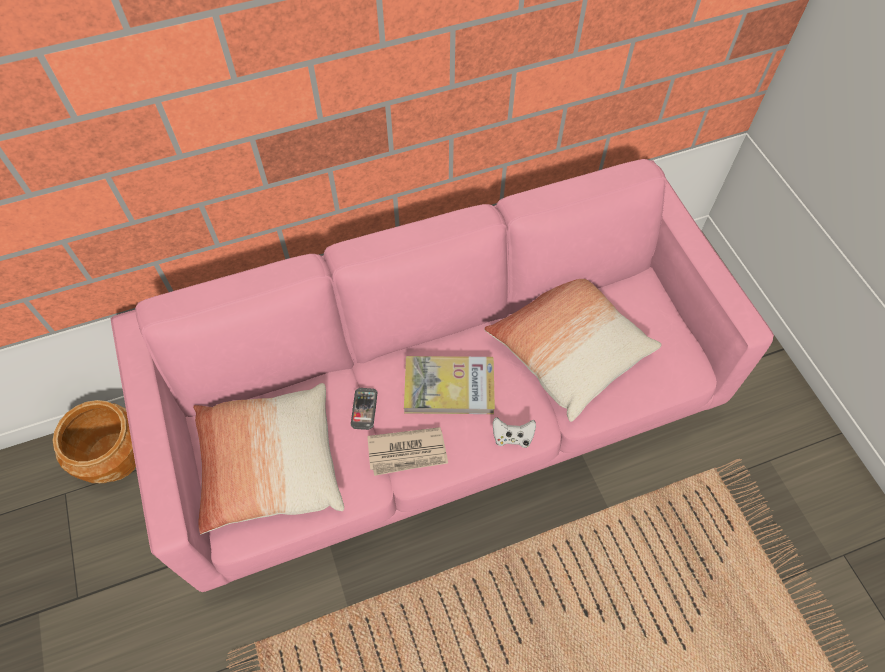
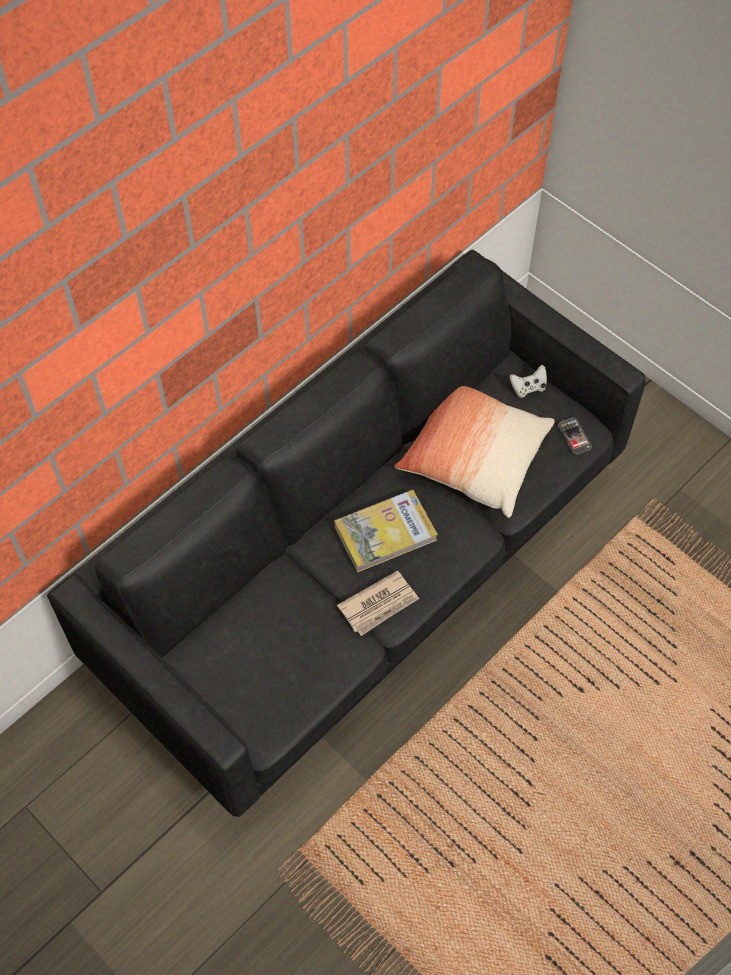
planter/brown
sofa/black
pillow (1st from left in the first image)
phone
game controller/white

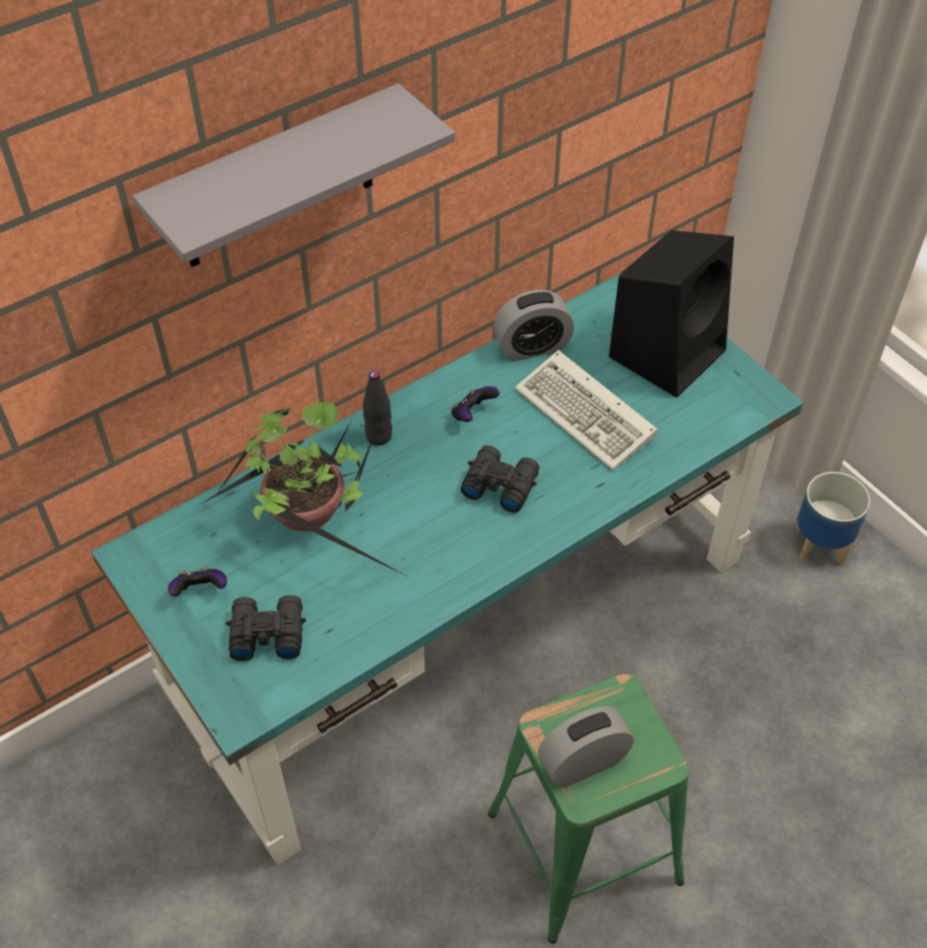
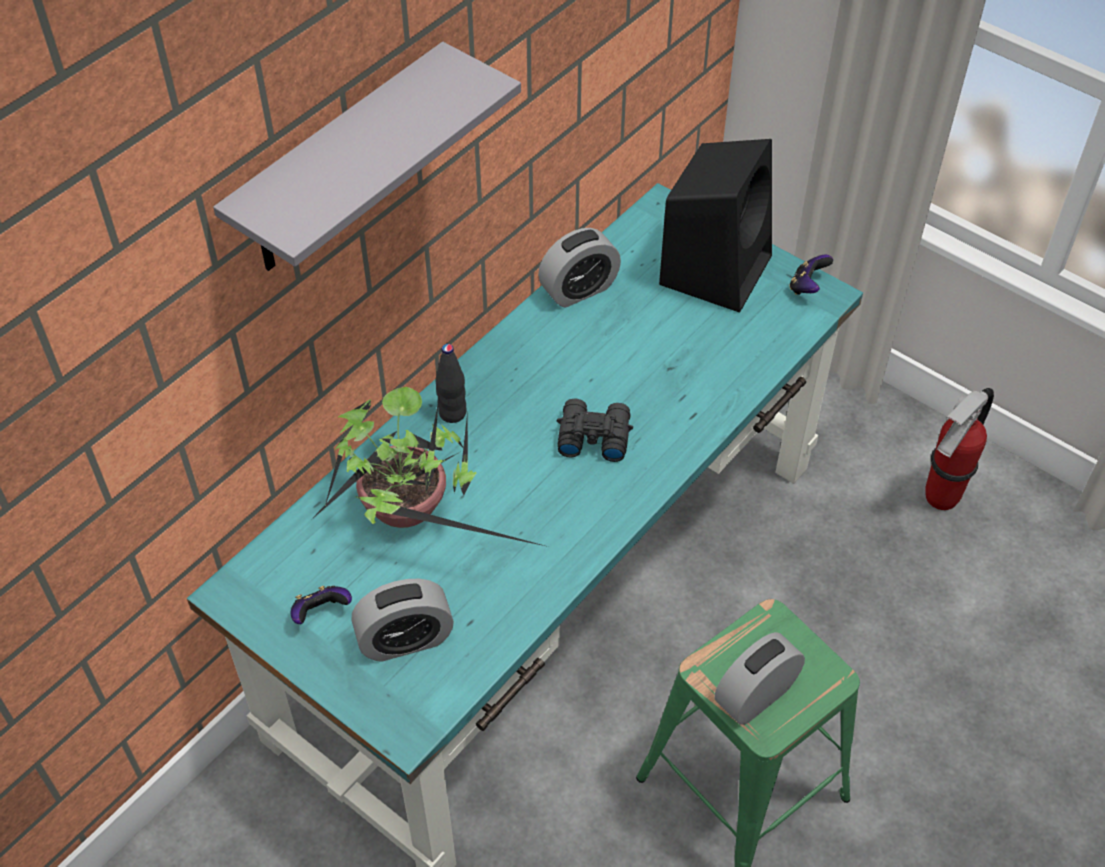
alarm clock (1st from left)
game controller (2nd from left)
keyboard
planter
fire extinguisher

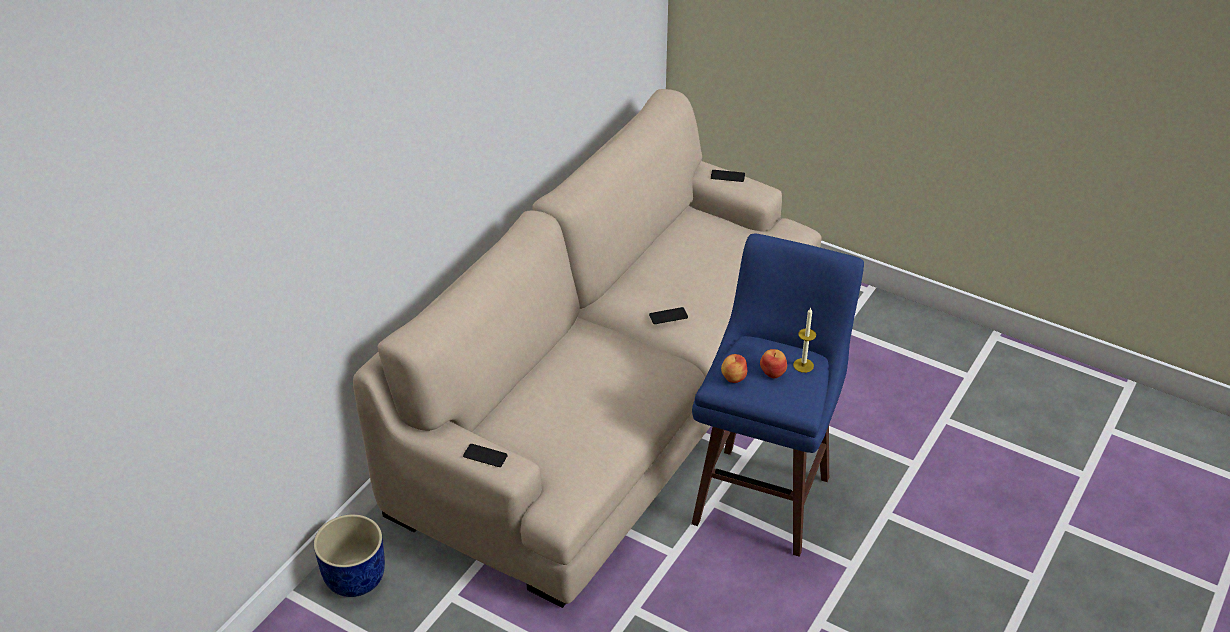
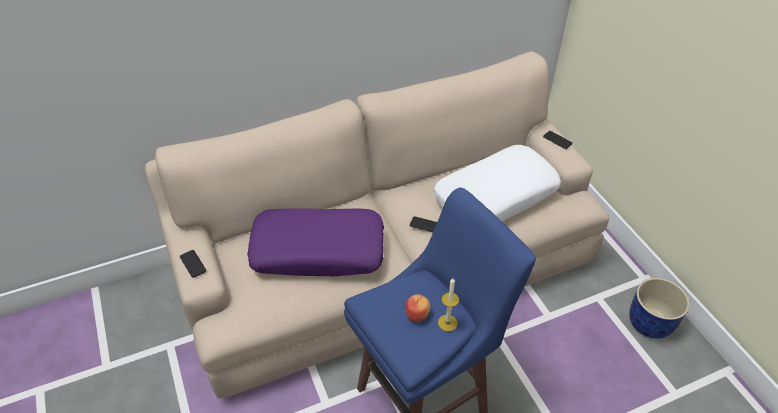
planter/blue
apple (1st from left in the first image)
pillow/purple
pillow/white

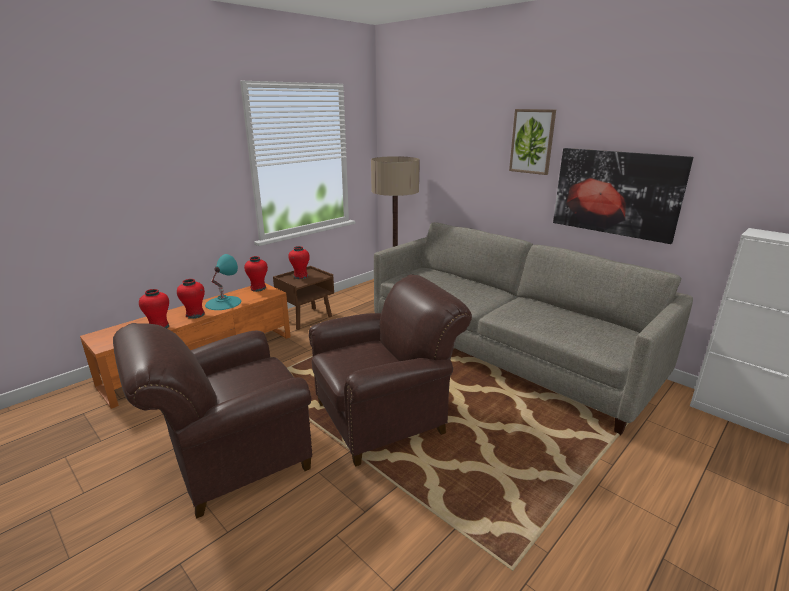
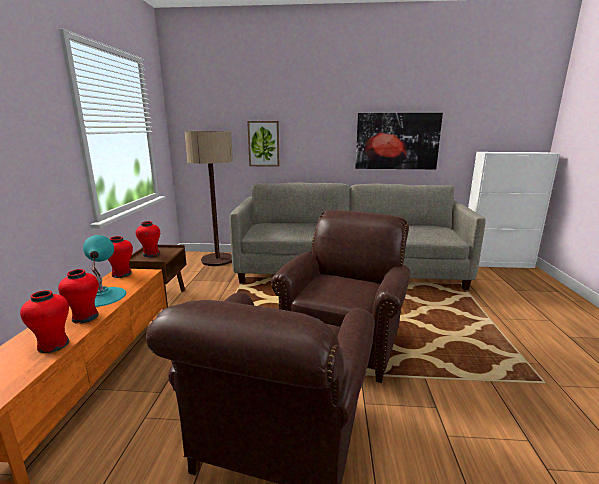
picture (1st from left)

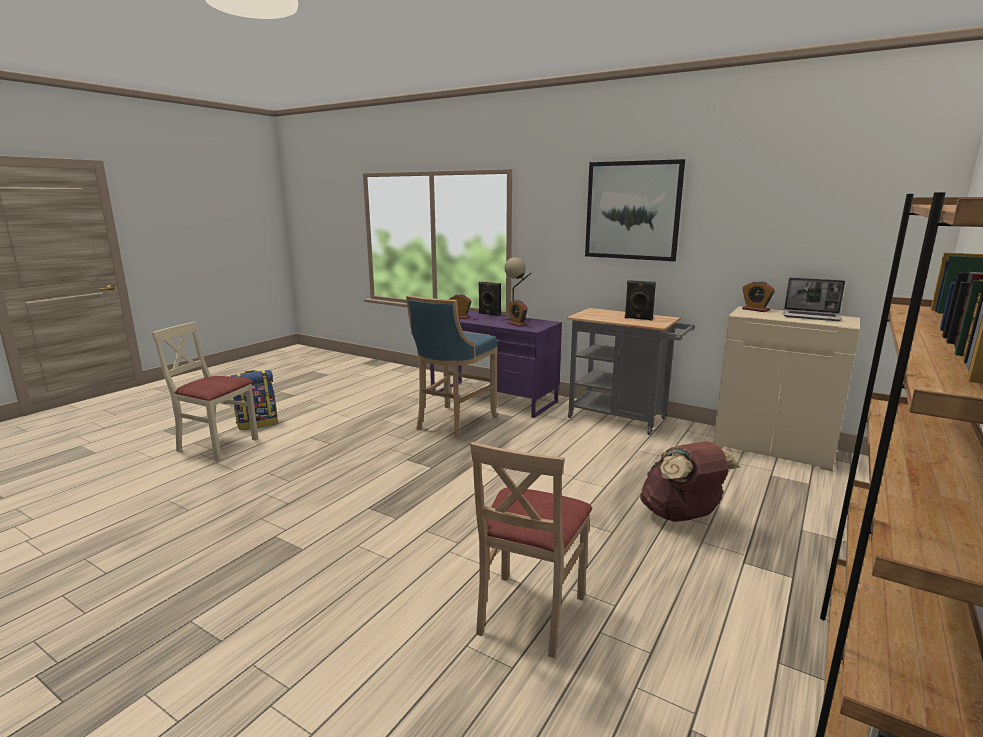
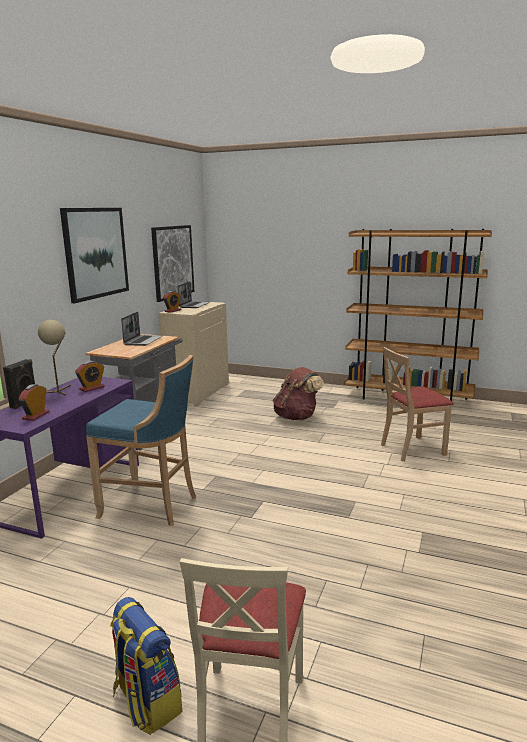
chair/beige (2nd from left)
laptop (1st from left)
picture (2nd from left)

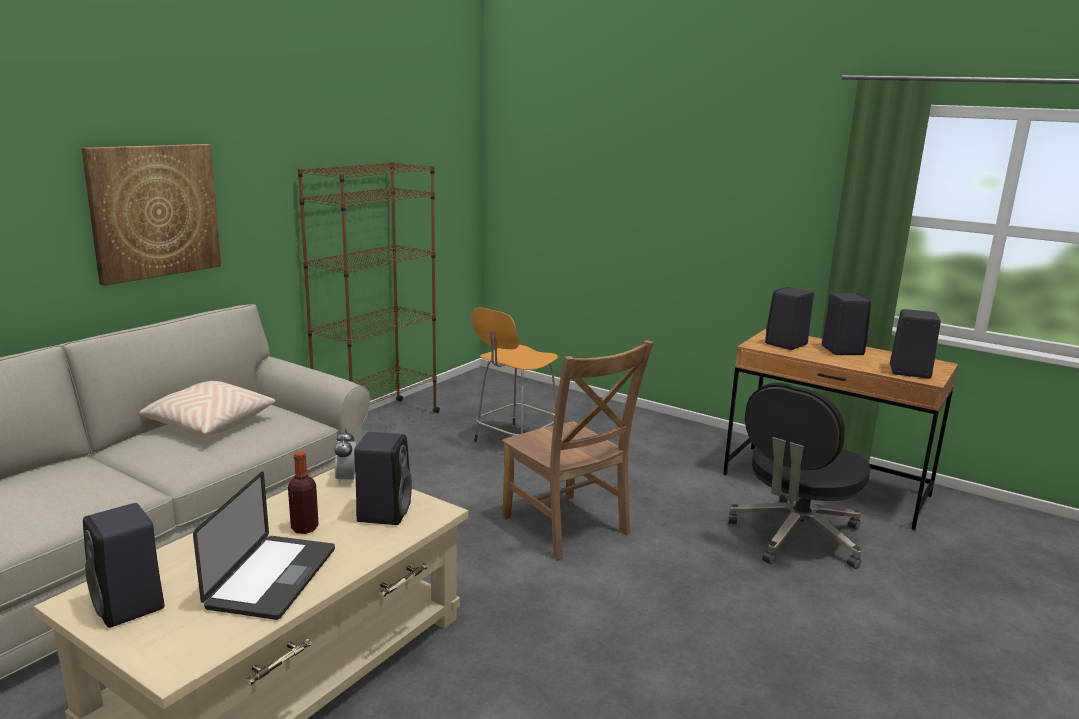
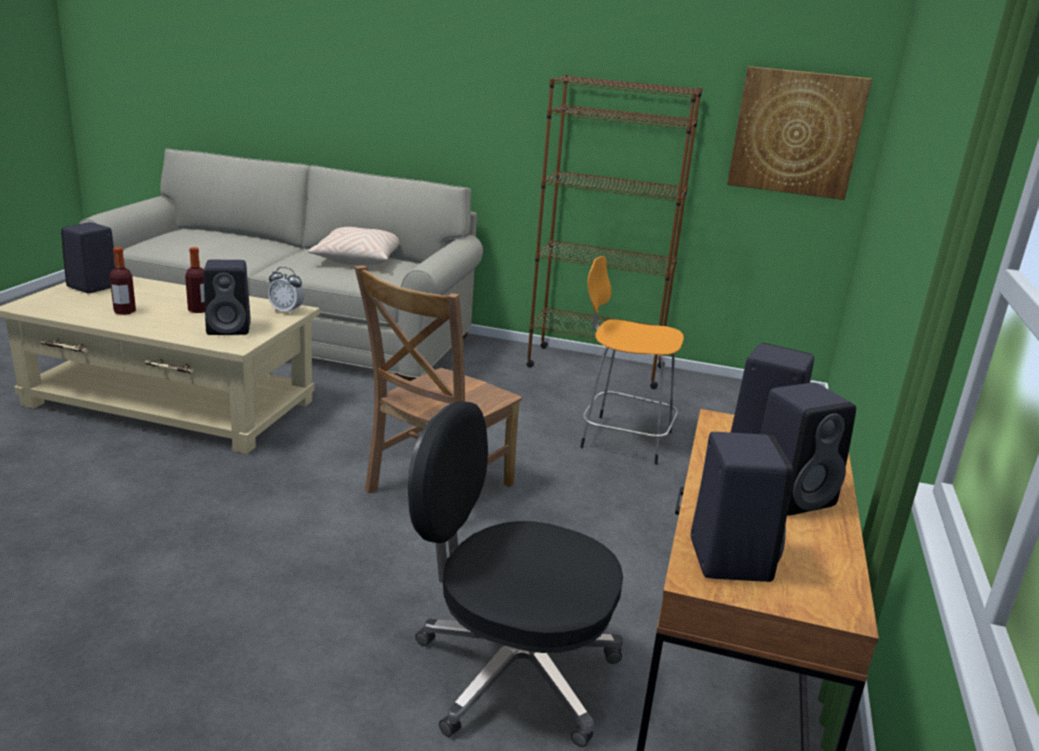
picture
bottle (1st from left)
alarm clock

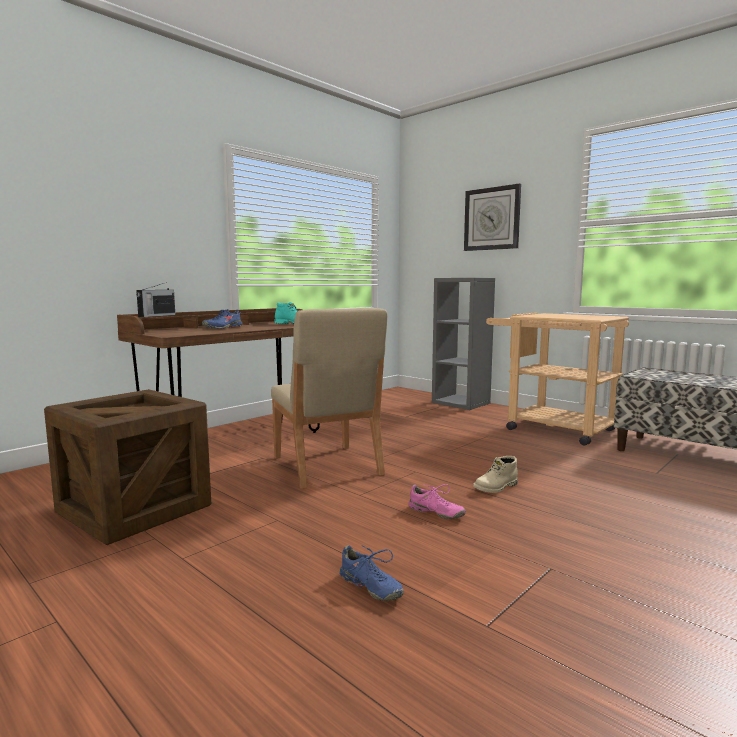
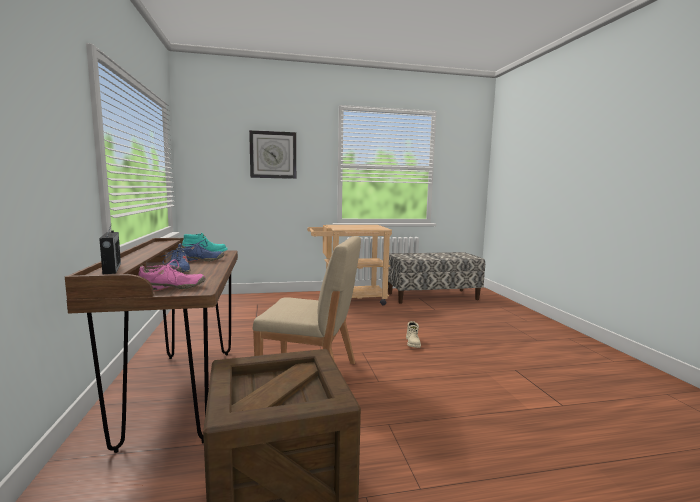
shoe/blue (2nd from left)
shoe/pink
bookcase/grey

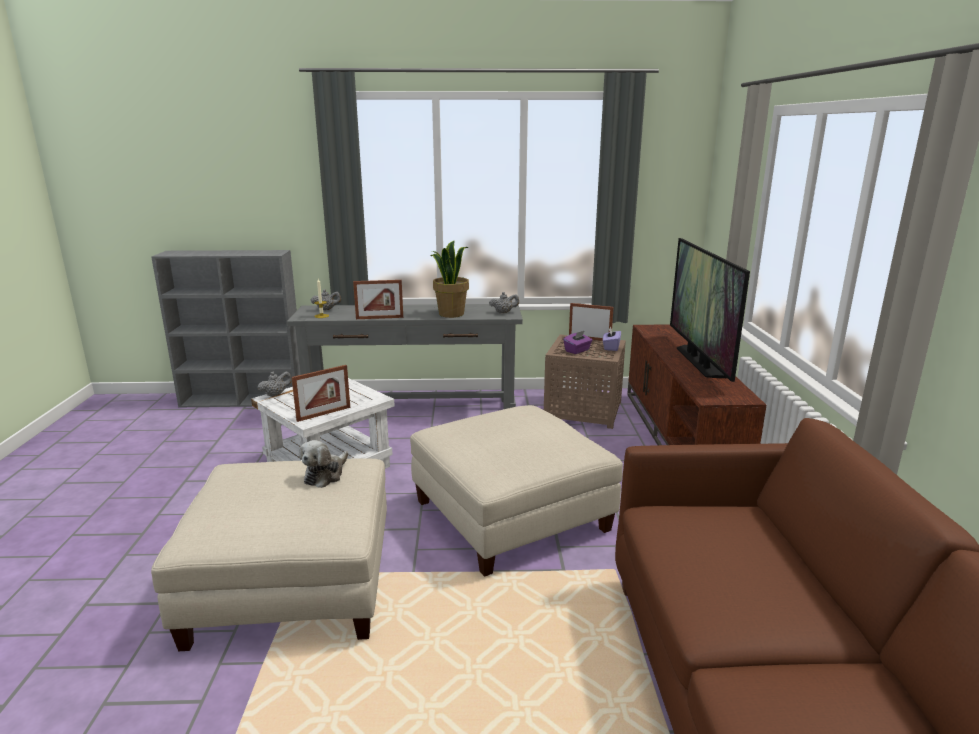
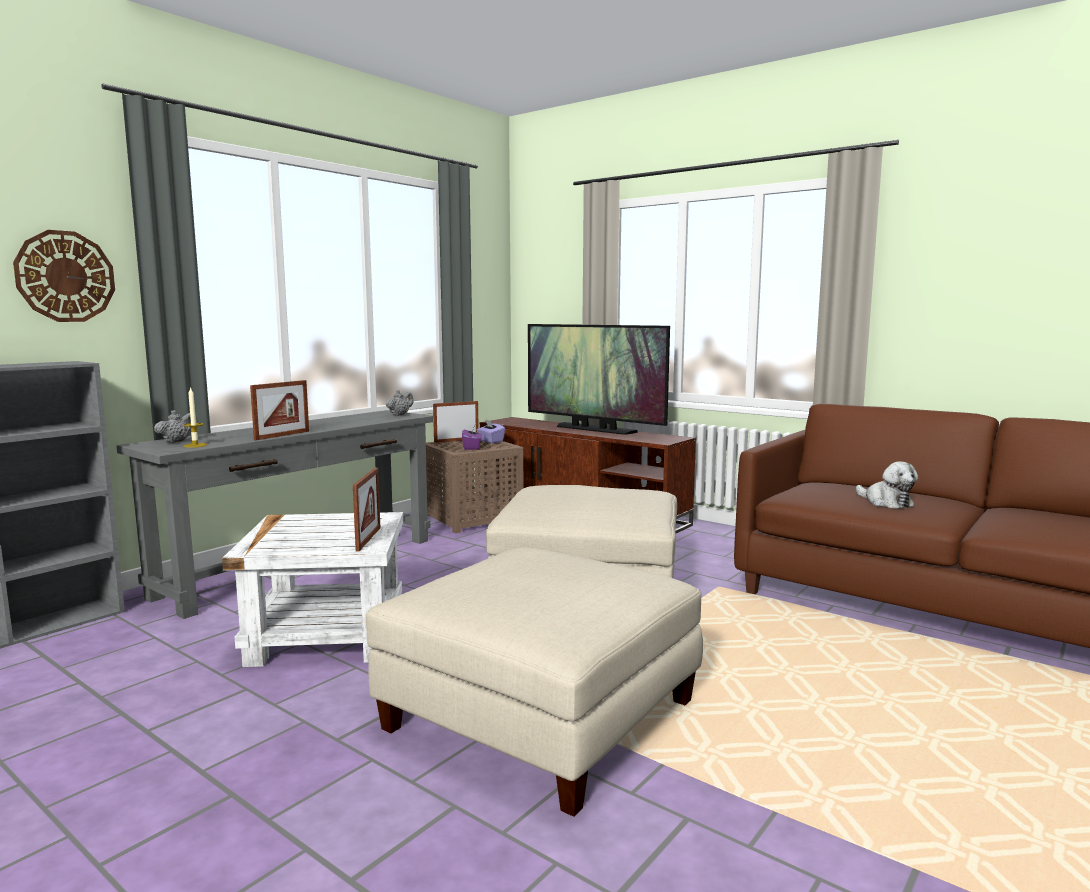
teapot/grey (1st from left in the first image)
plush toy
potted plant
wall clock

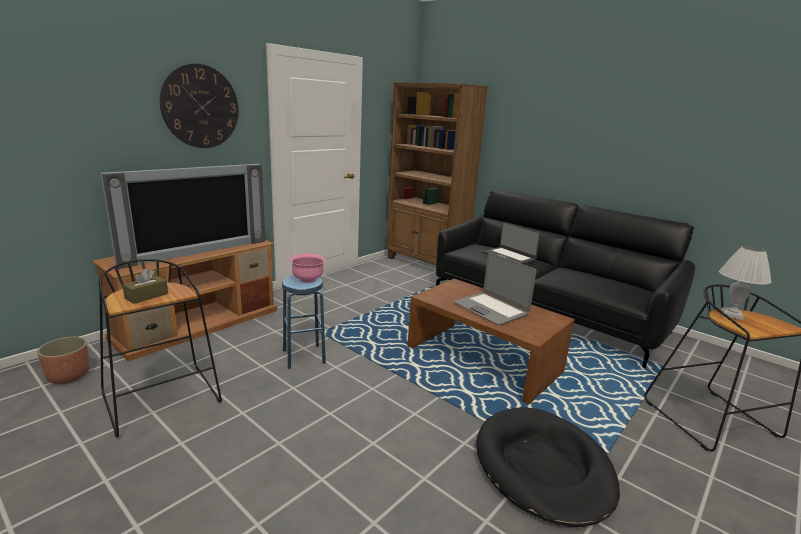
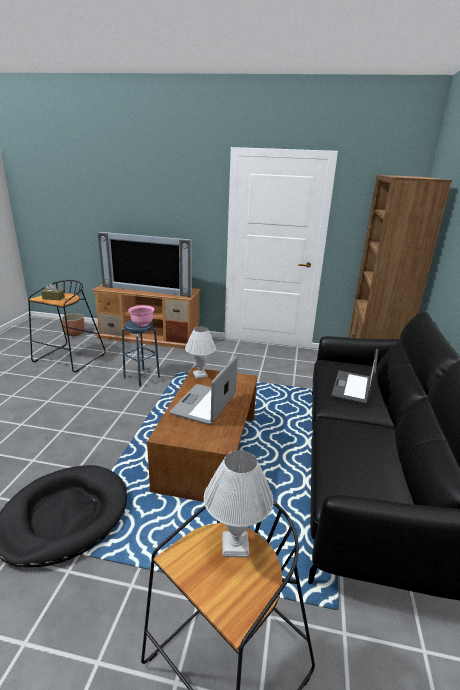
wall clock
table lamp/white (1st from left)

